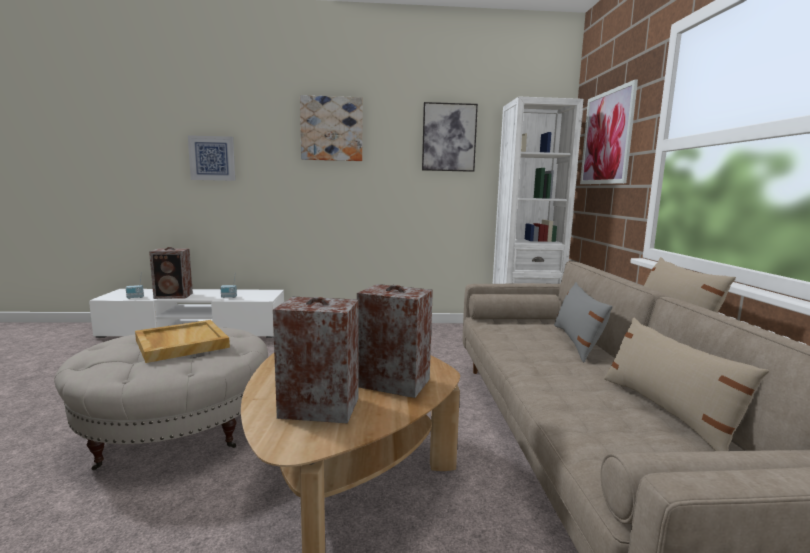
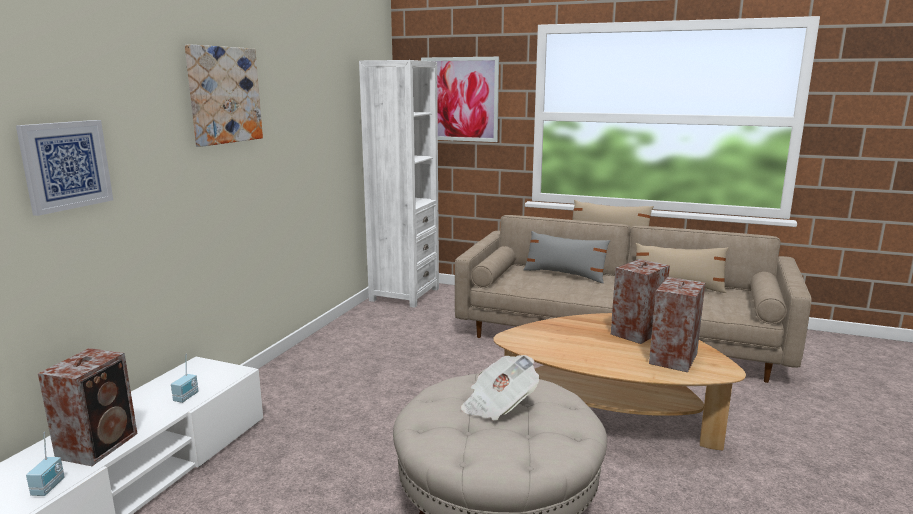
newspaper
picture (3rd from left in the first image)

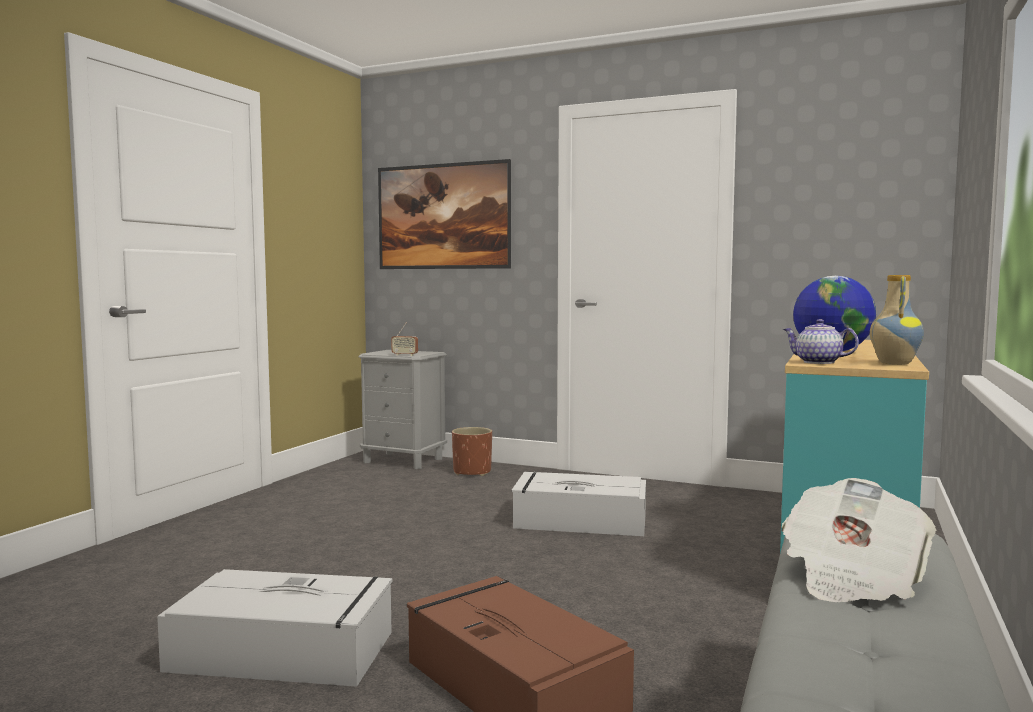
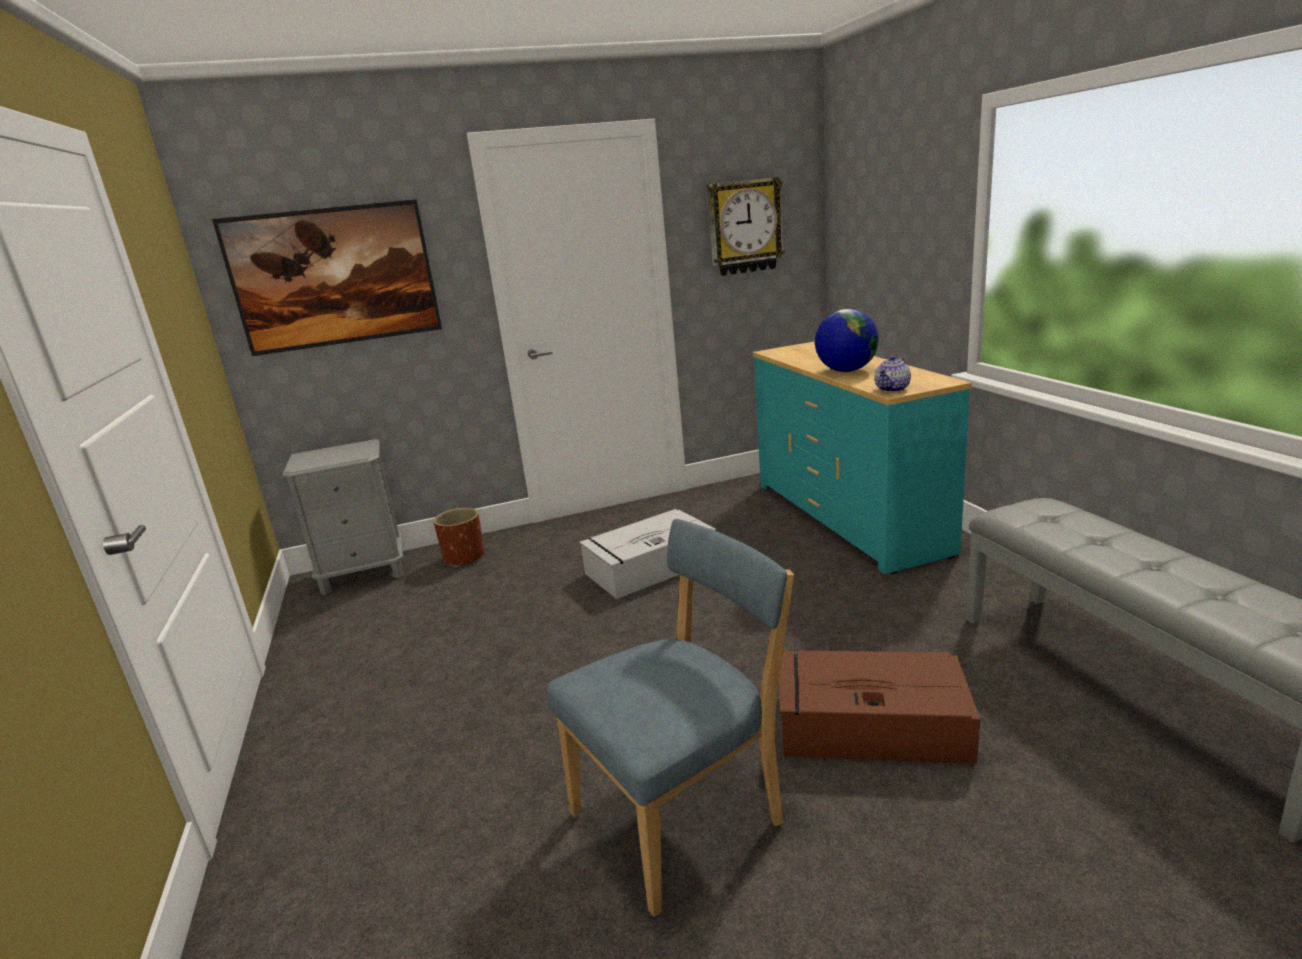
chair/blue
radio
newspaper
teapot
vase
wall clock

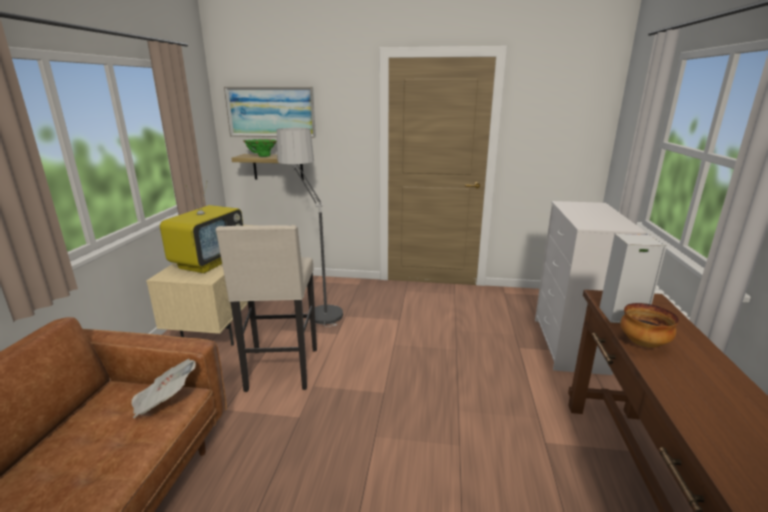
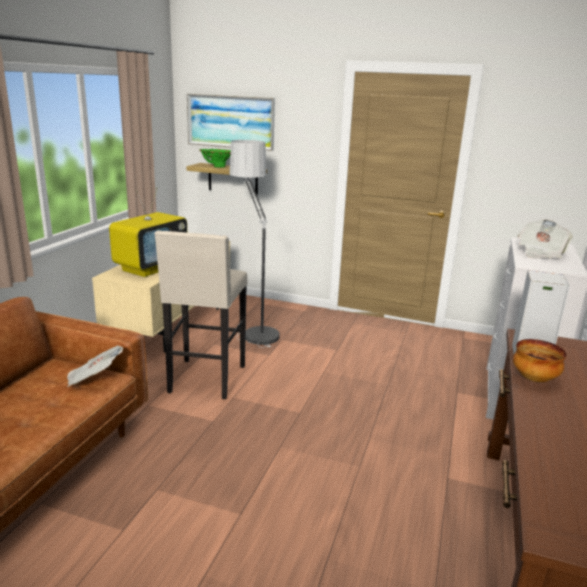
newspaper (2nd from left)

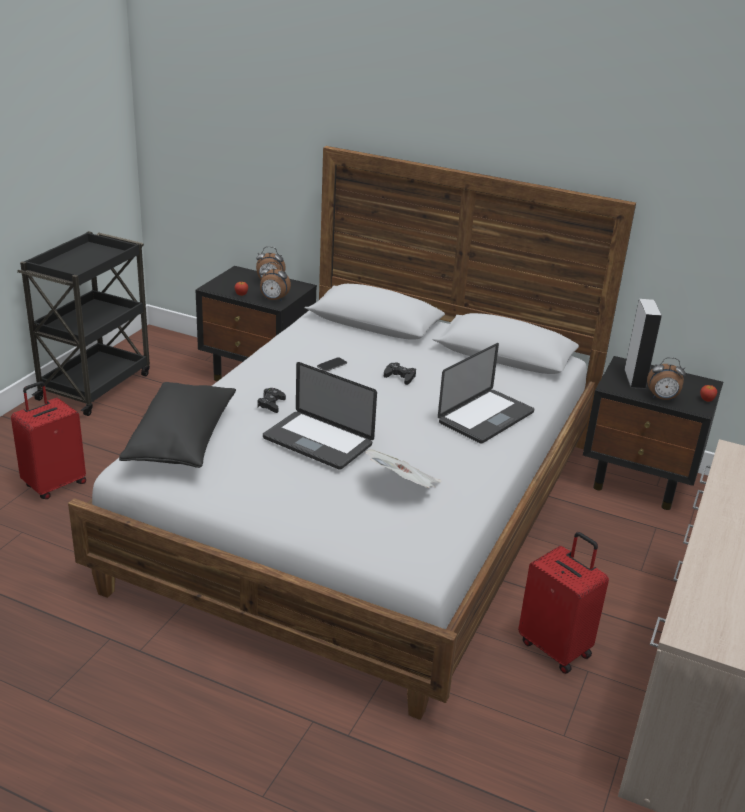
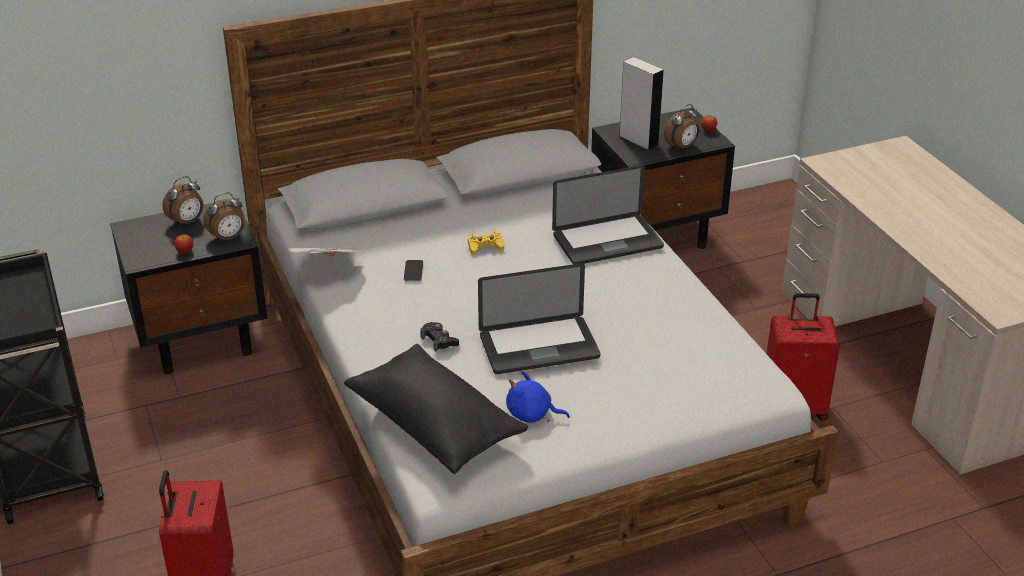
newspaper
game controller/yellow
laptop (2nd from left)
plush toy/blue

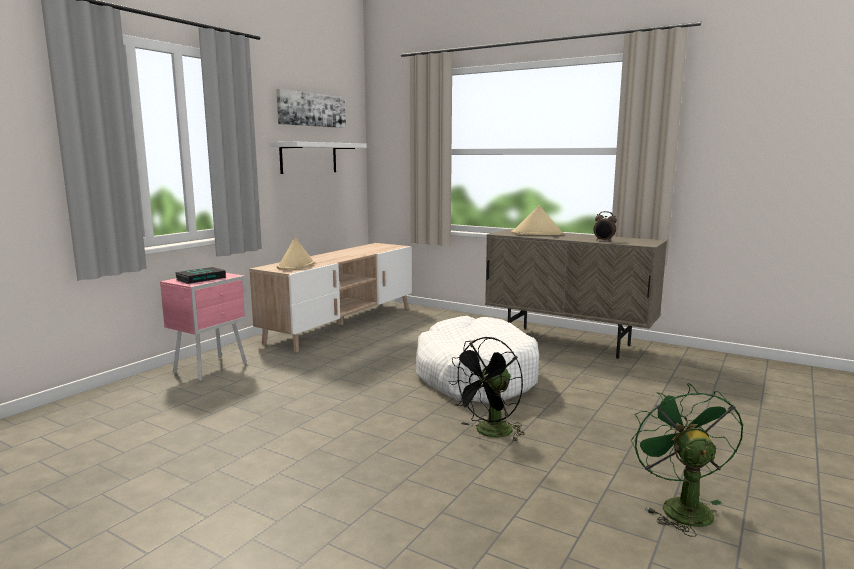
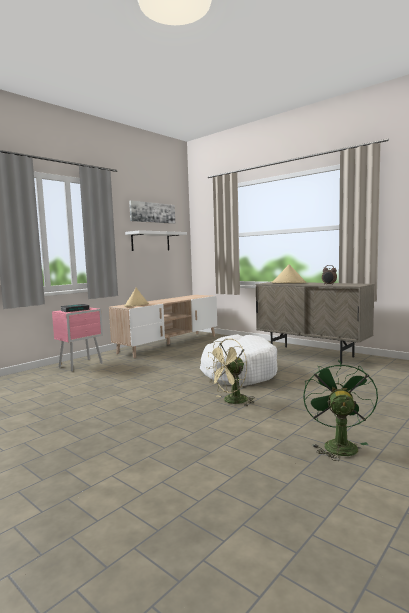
fan/beige

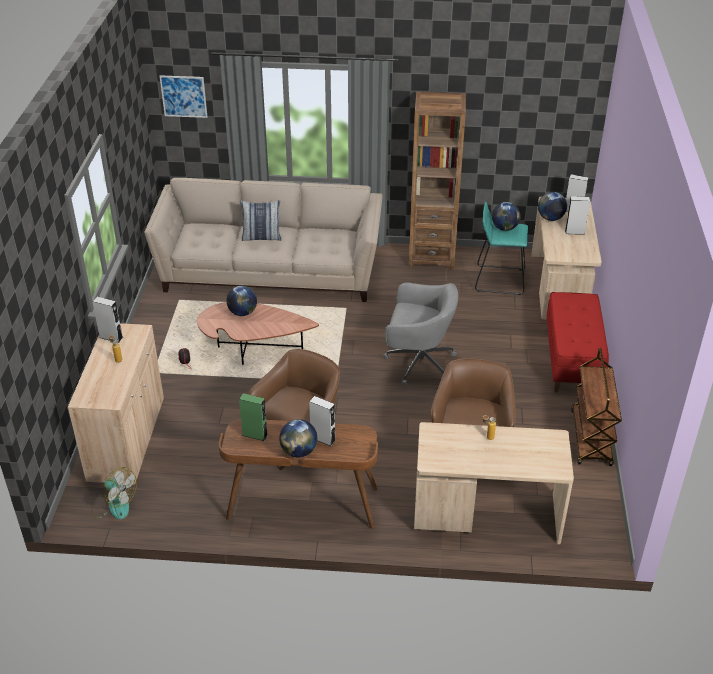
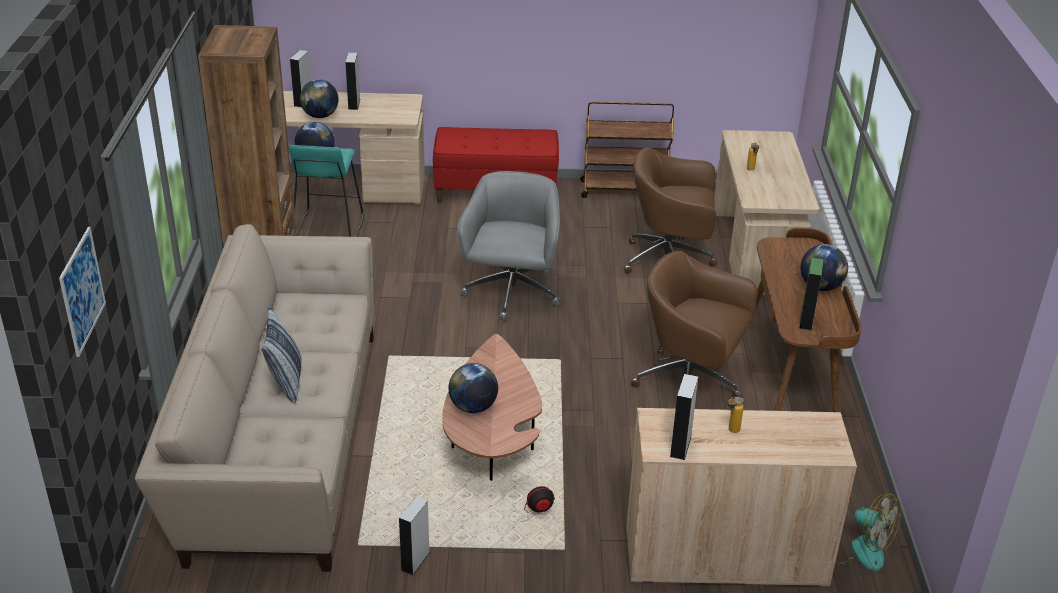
fan (2nd from left)
speaker/grey (3rd from left)

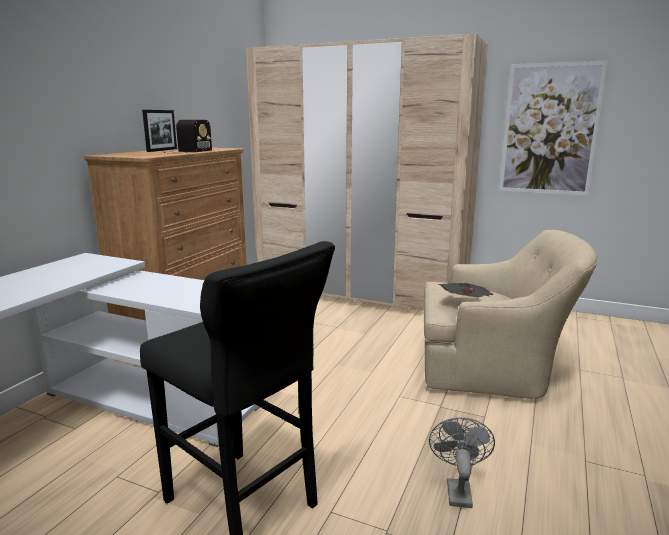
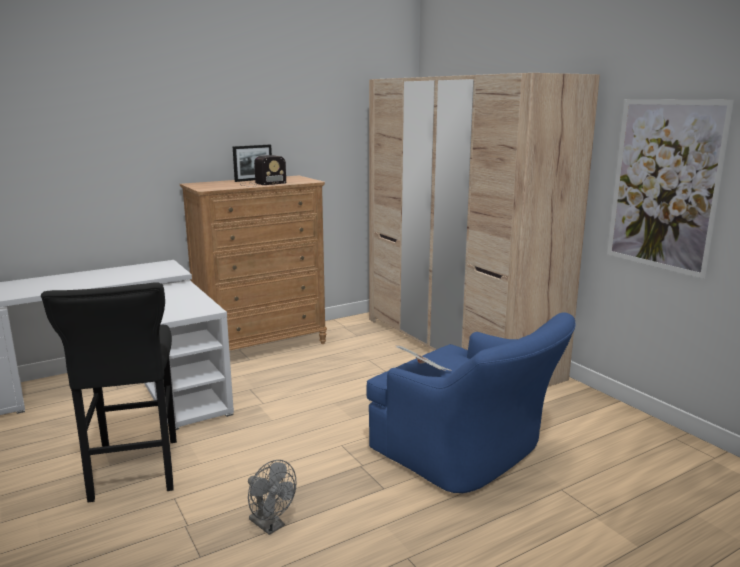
armchair/blue
fan/grey

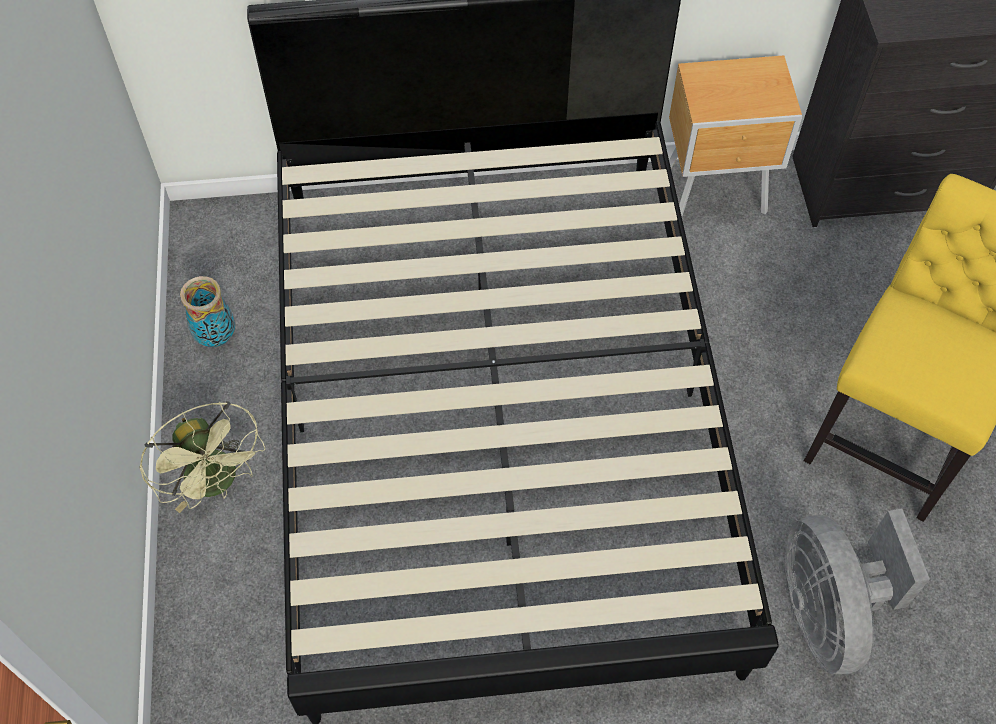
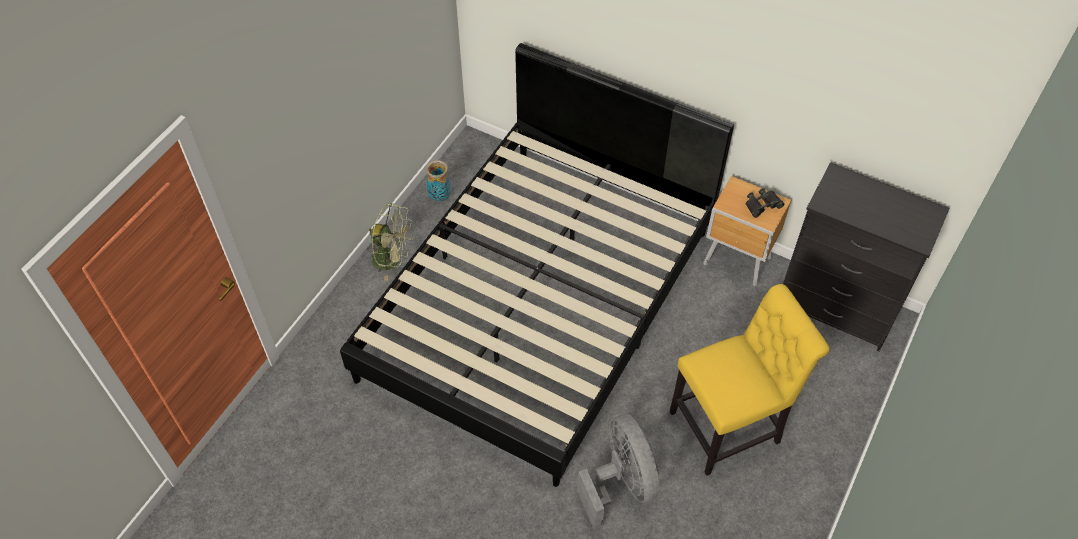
fan/green
fan/grey
binoculars/black

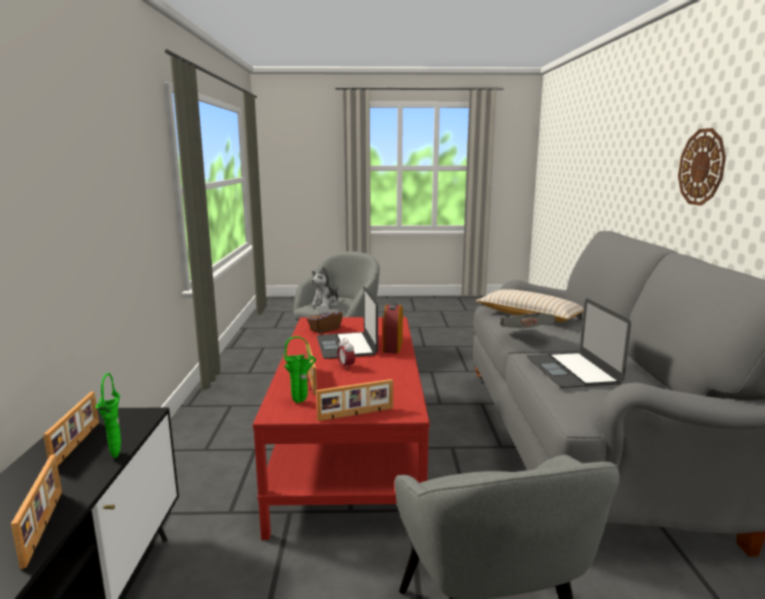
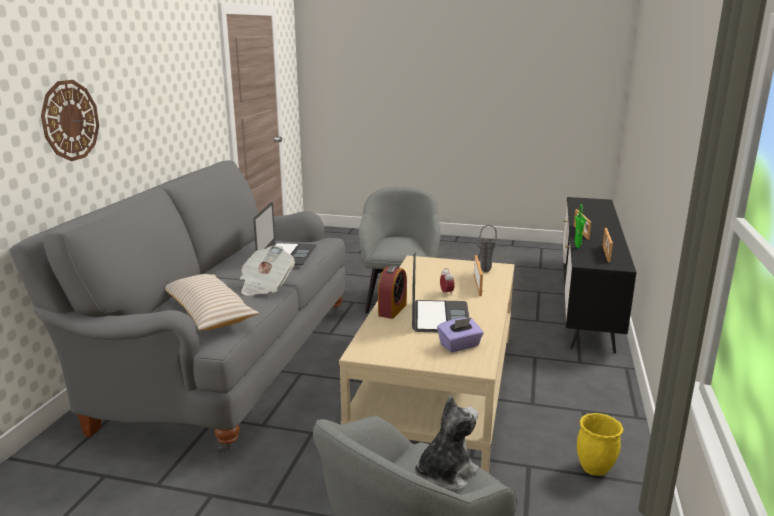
coffee table/beige
vase/grey
tissue box/purple
picture frame (4th from left in the first image)
planter/yellow

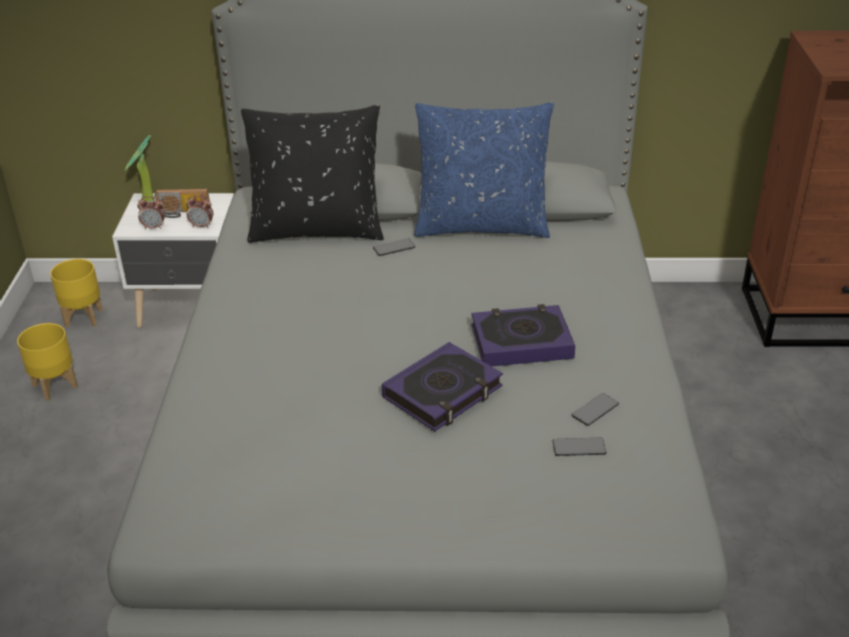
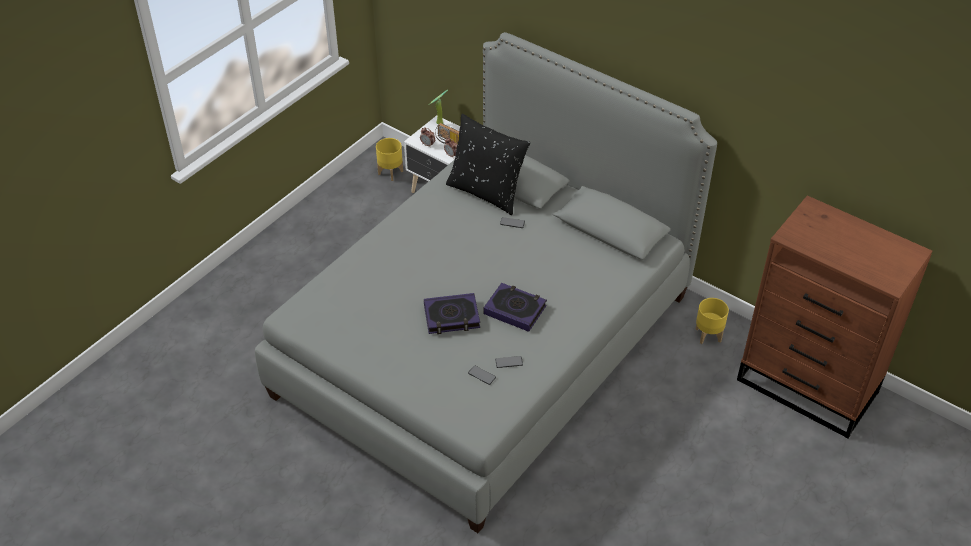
planter/yellow (2nd from left)
pillow/blue

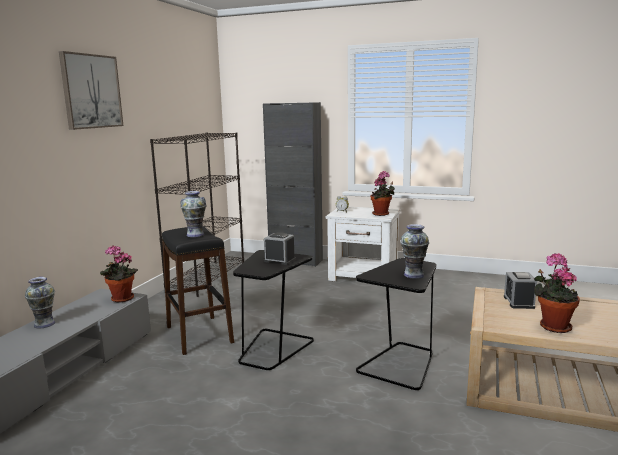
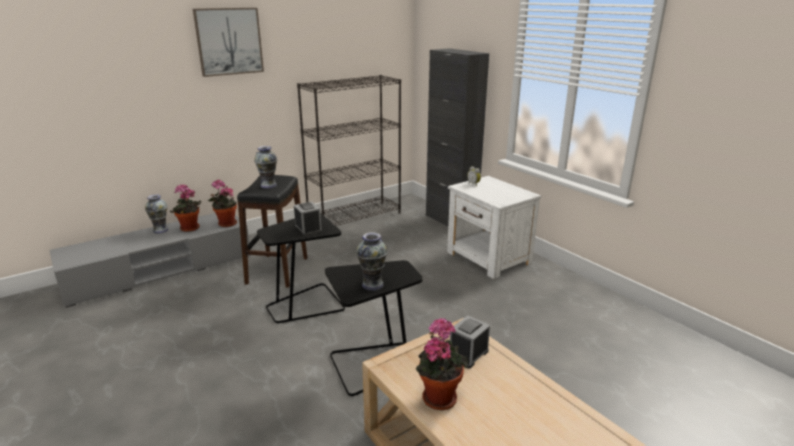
potted plant (1st from left)

